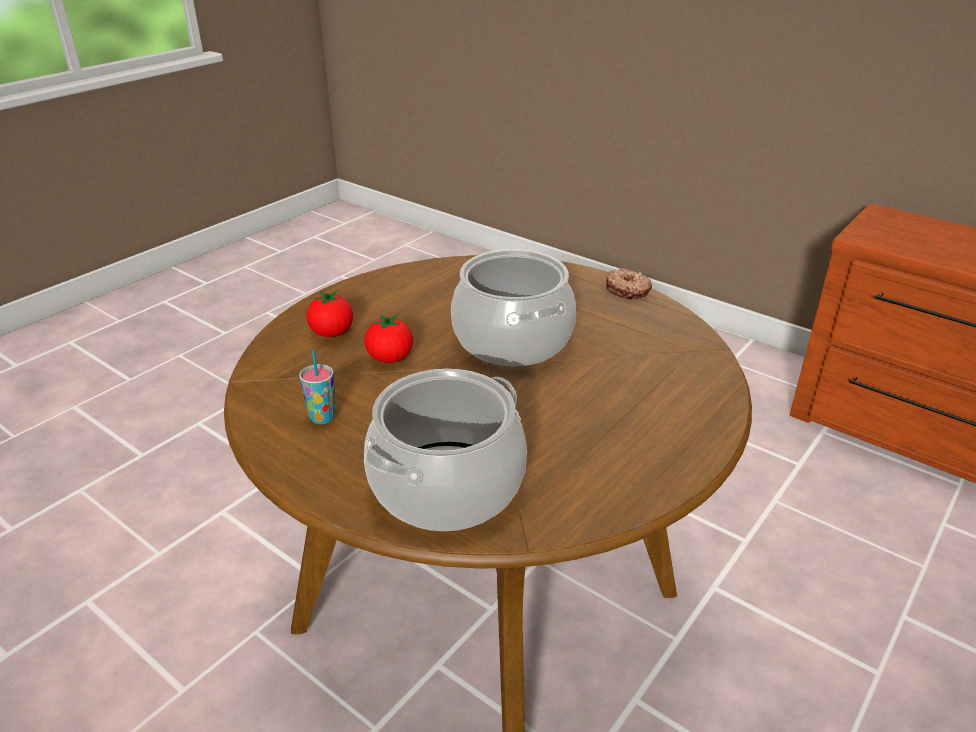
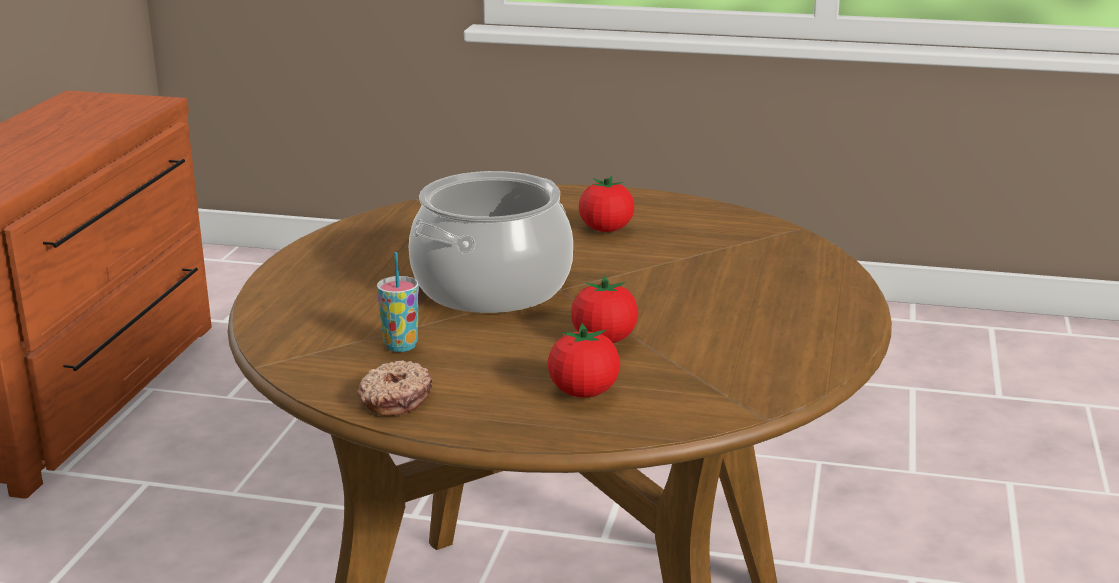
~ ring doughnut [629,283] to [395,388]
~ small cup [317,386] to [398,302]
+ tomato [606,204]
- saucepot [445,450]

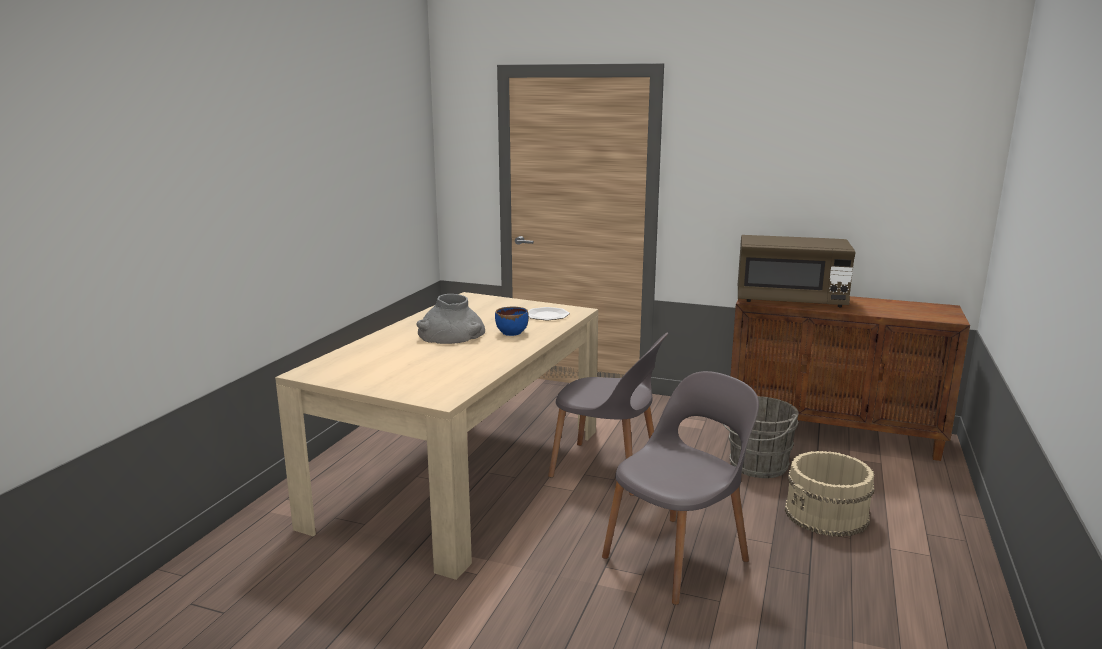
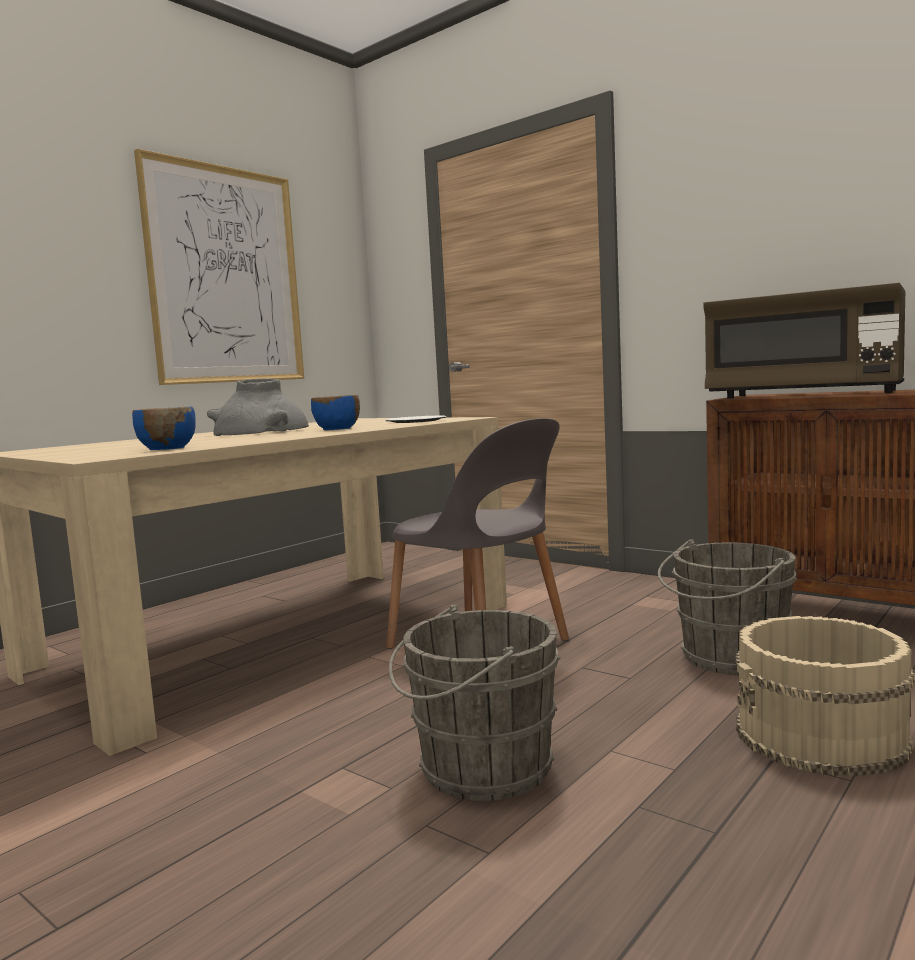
+ bluish deep dish [164,428]
+ picture [219,267]
~ gray chair [680,488] to gray pail [474,703]

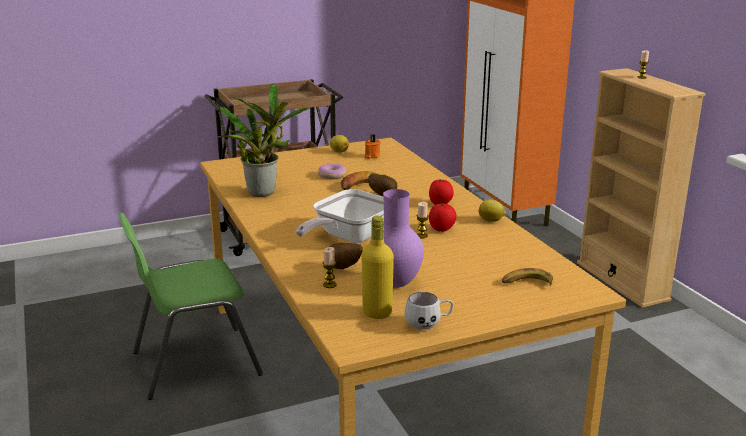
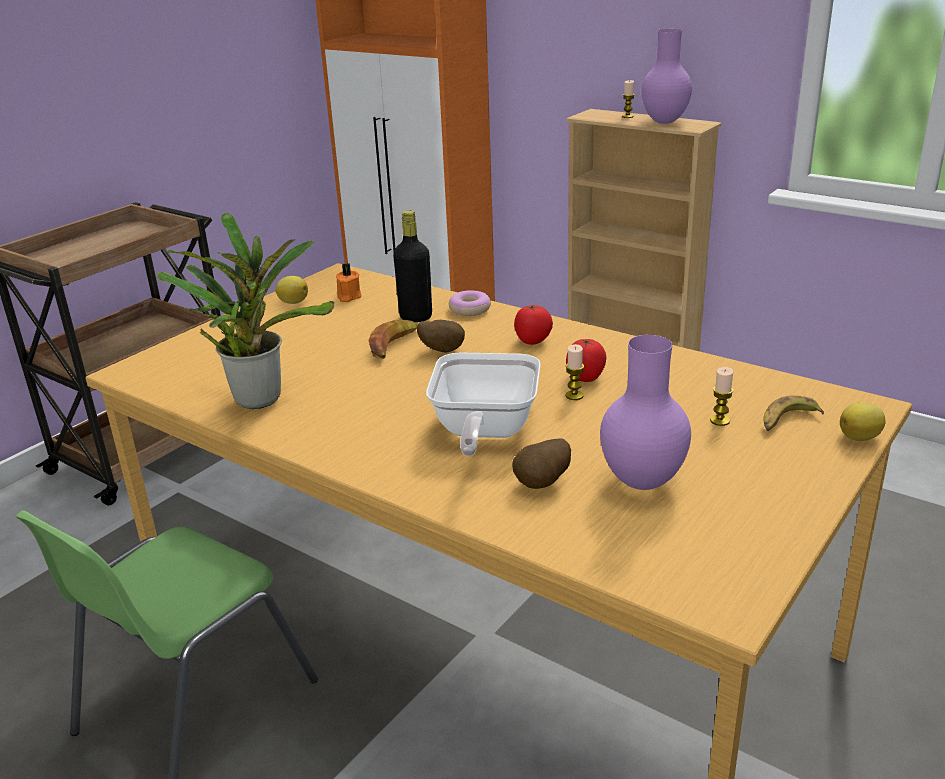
+ black-coloured bottle [412,266]
~ ring doughnut [332,171] to [470,303]
+ purple flower vase [666,76]
~ wax light [329,267] to [722,396]
~ citrus fruit [492,211] to [863,421]
- yellow-coloured bottle [377,267]
- whitish mug [428,311]

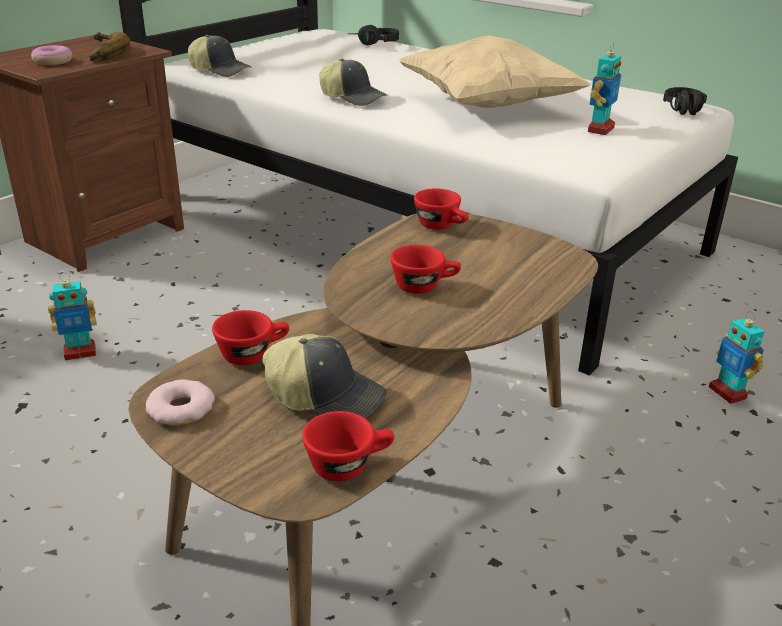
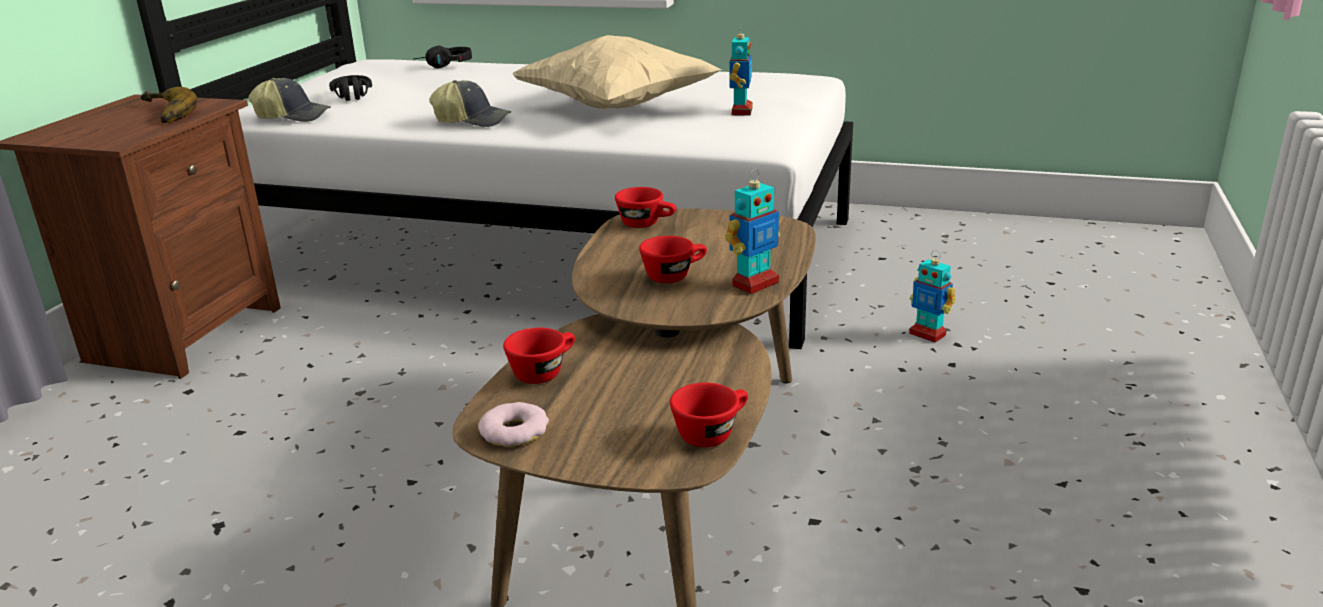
~ black-coloured pair of headphones [685,101] to [350,88]
~ toy robot [72,316] to [752,231]
- ring doughnut [51,55]
- peaked cap [325,376]

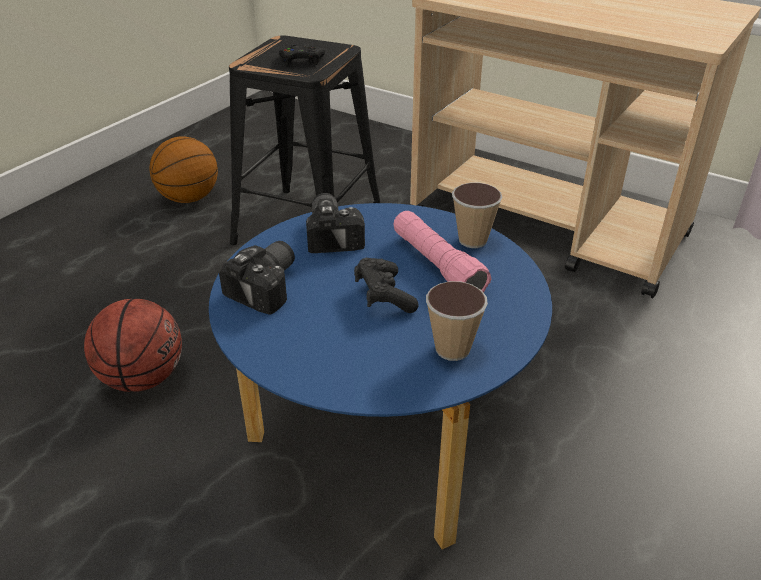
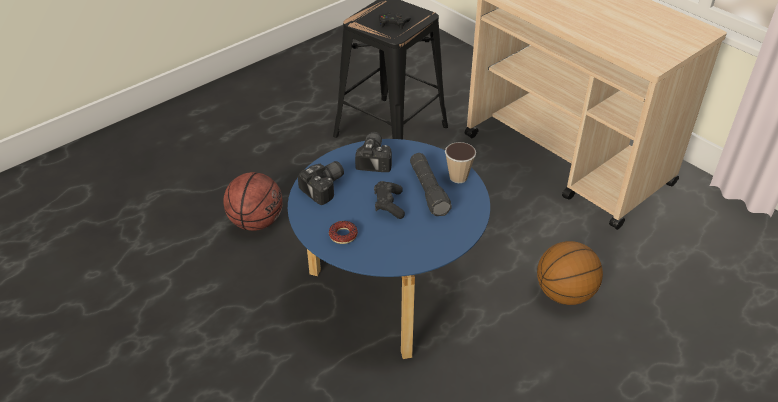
+ ring doughnut [343,232]
~ pink-coloured flashlight [442,252] to black-coloured flashlight [431,184]
~ basketball [183,170] to [570,273]
- small cup [457,321]

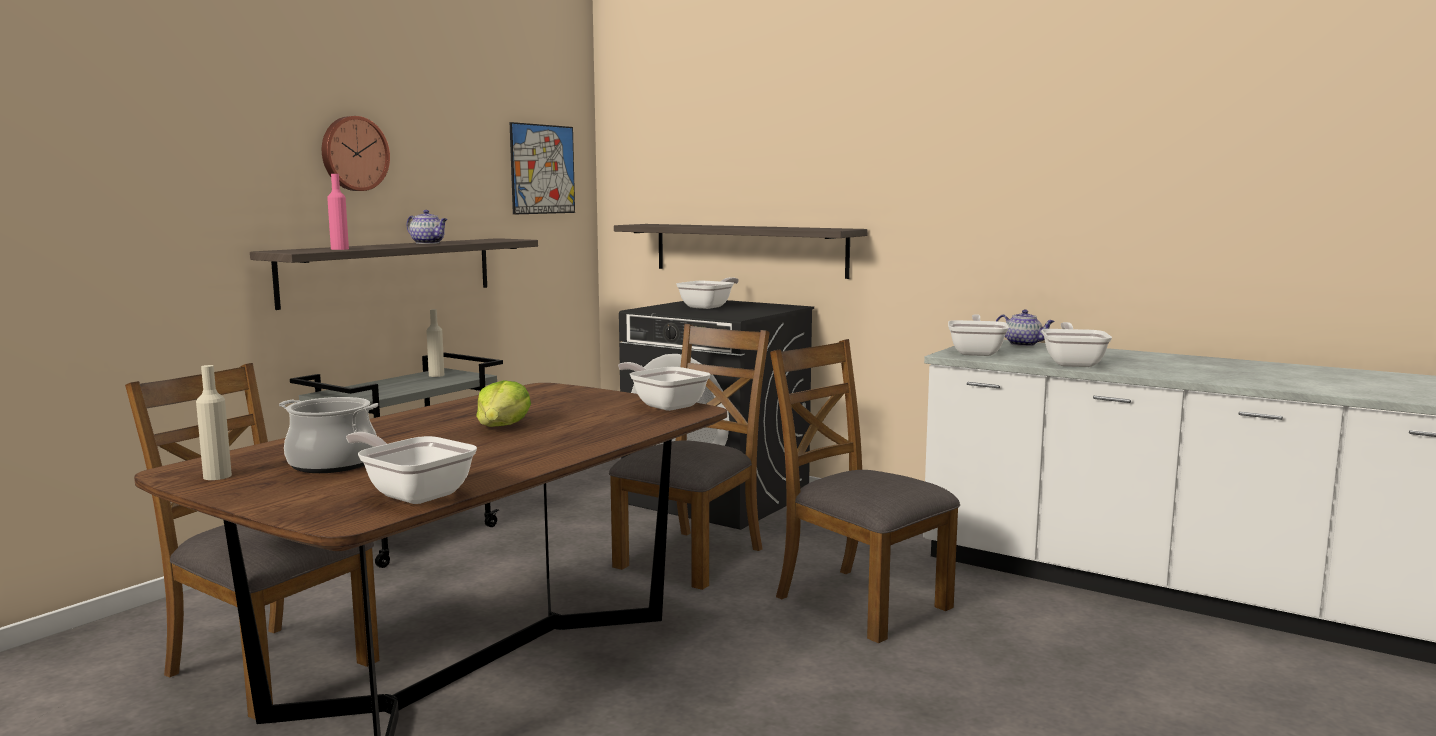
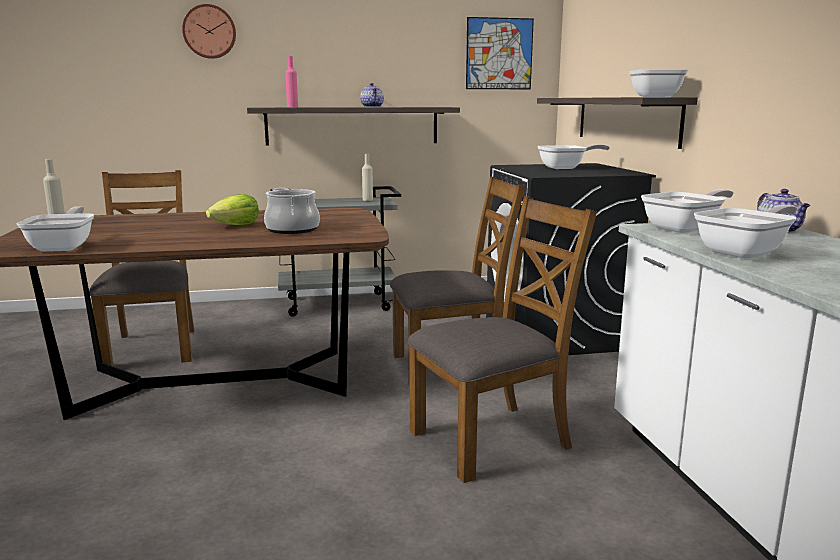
~ clock on the wall [356,153] to [209,31]
~ saucepot [328,435] to [292,211]
~ brown chair [865,491] = [502,339] 60 degrees clockwise
~ pan [664,386] to [658,83]

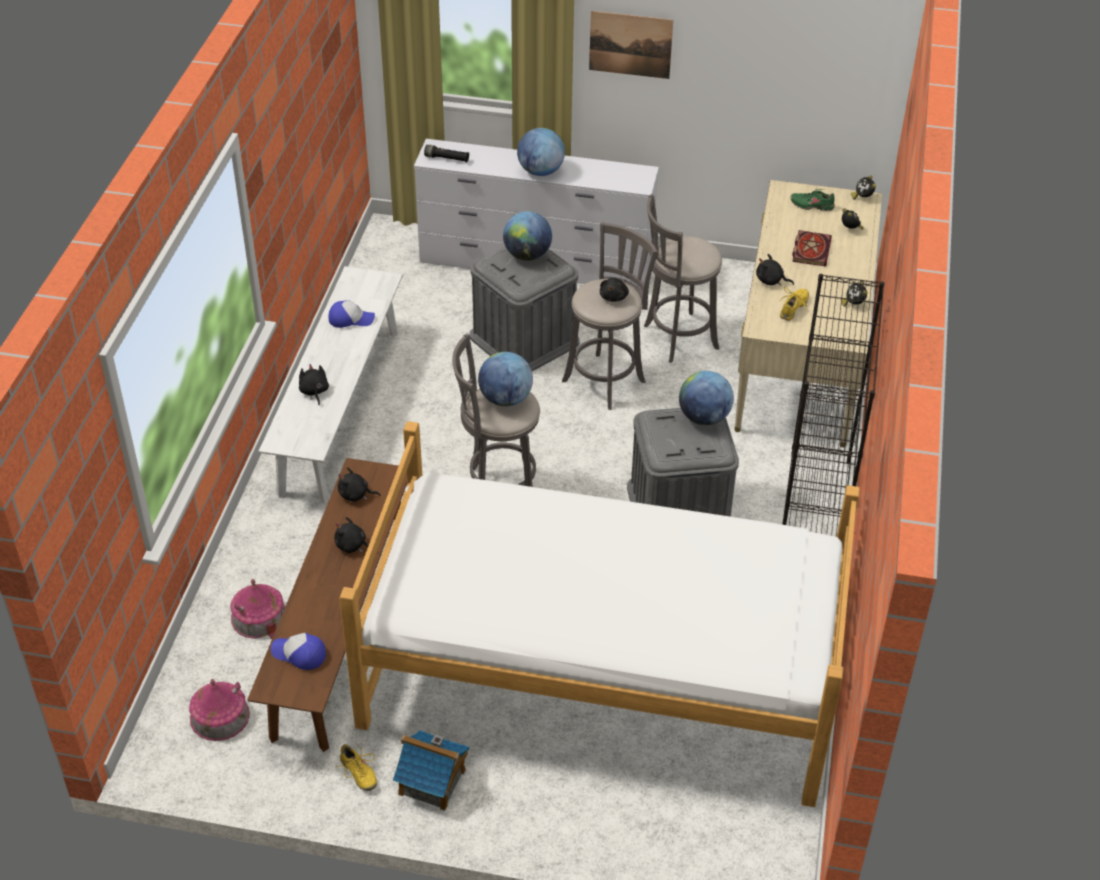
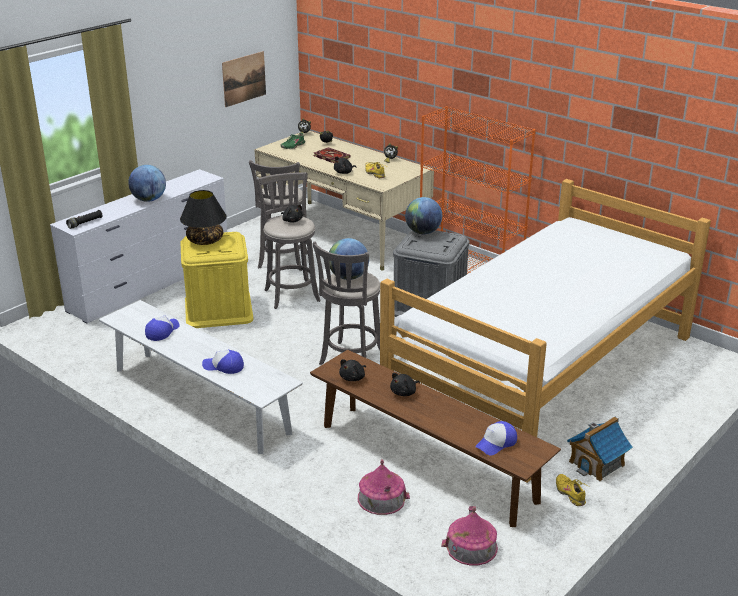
~ desk globe [527,236] to black-coloured tabletop lamp [203,217]
~ gray storage bin [524,309] to yellow-coloured storage bin [216,280]
~ black-coloured soft toy [314,384] to peaked cap [223,362]
~ picture [631,45] to [244,79]
~ black-coloured bookshelf [833,405] to orangey bookshelf [478,190]
~ yellow-coloured low shoe [357,767] = [571,490] 105 degrees counterclockwise

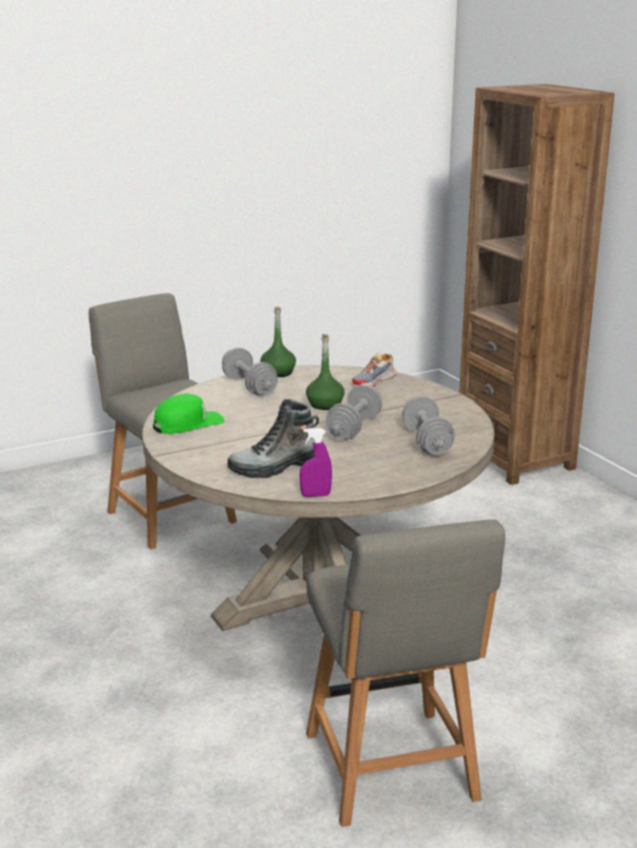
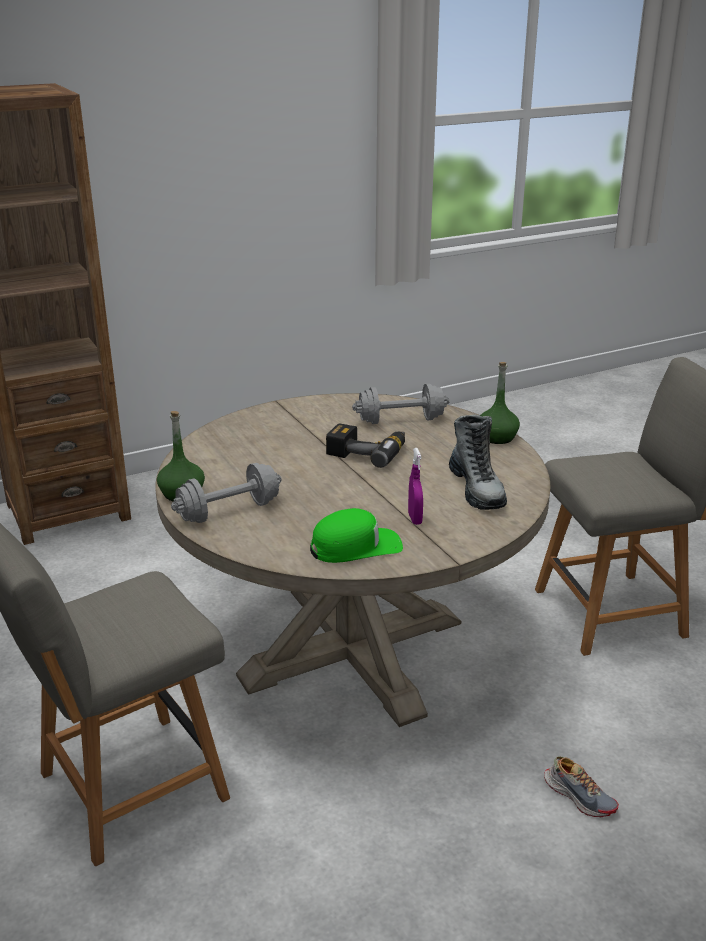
~ green-coloured peaked cap [189,414] = [356,535] 105 degrees clockwise
~ gray free weight [354,412] to power drill [365,445]
~ purple sprayer [316,462] to [415,486]
~ green-coloured bottle [325,372] to [500,403]
~ low shoe [374,370] to [581,786]

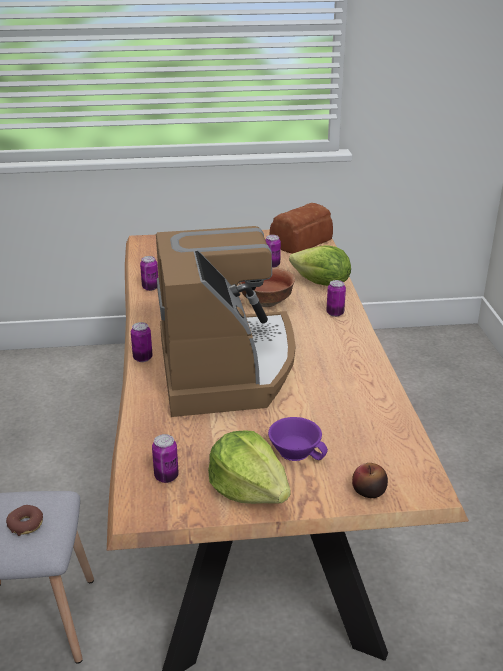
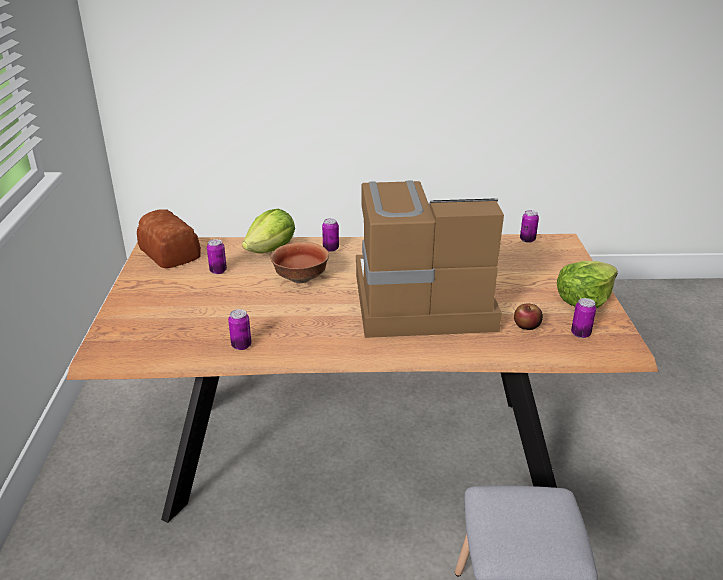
~ apple [370,480] to [528,316]
~ sealed can [142,342] to [529,226]
- ring doughnut [24,520]
- purple small cup [298,439]

